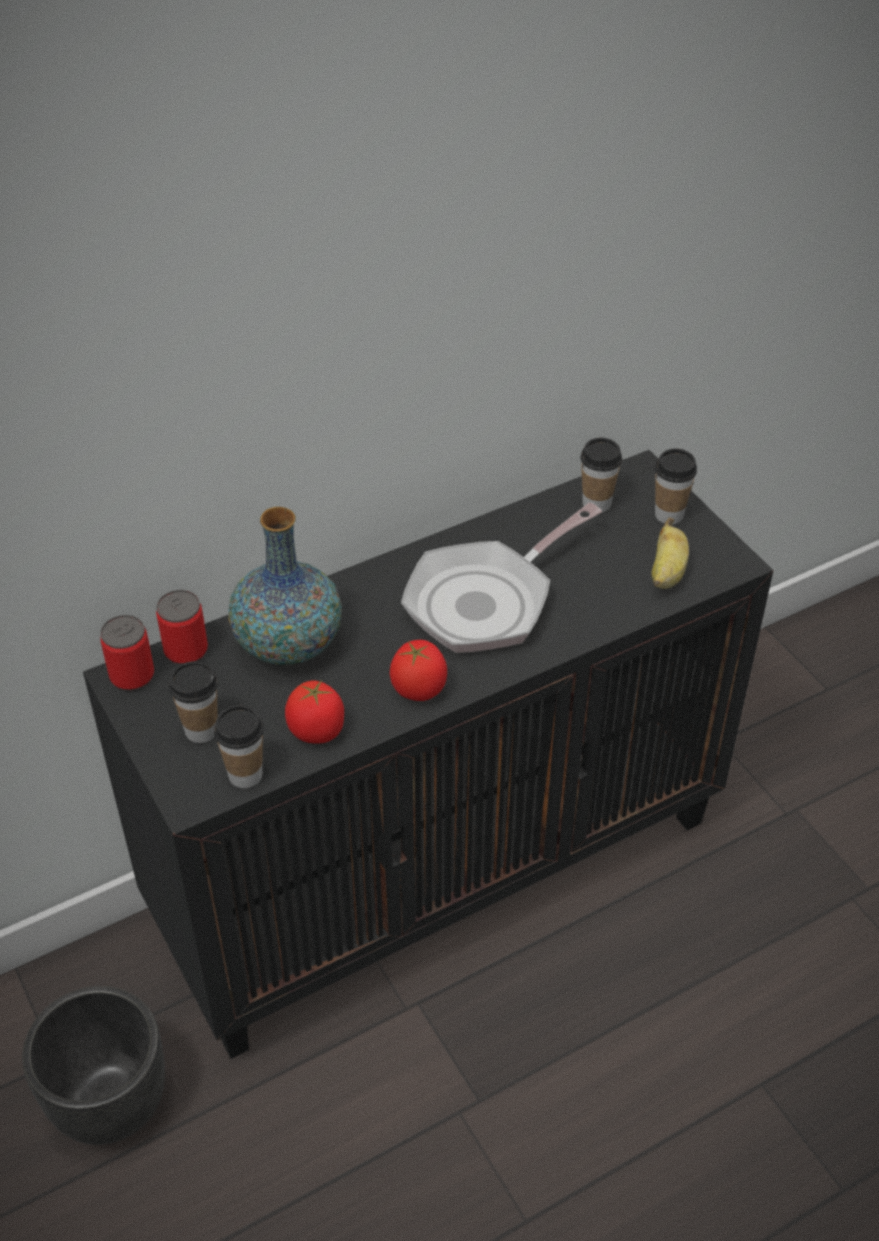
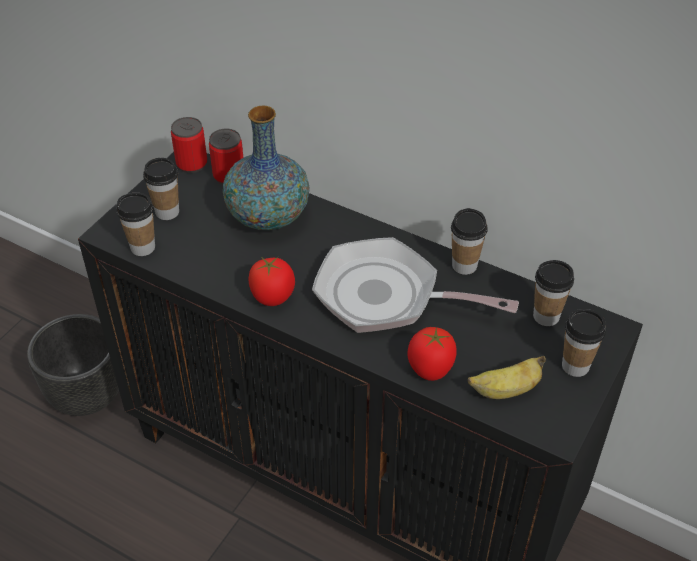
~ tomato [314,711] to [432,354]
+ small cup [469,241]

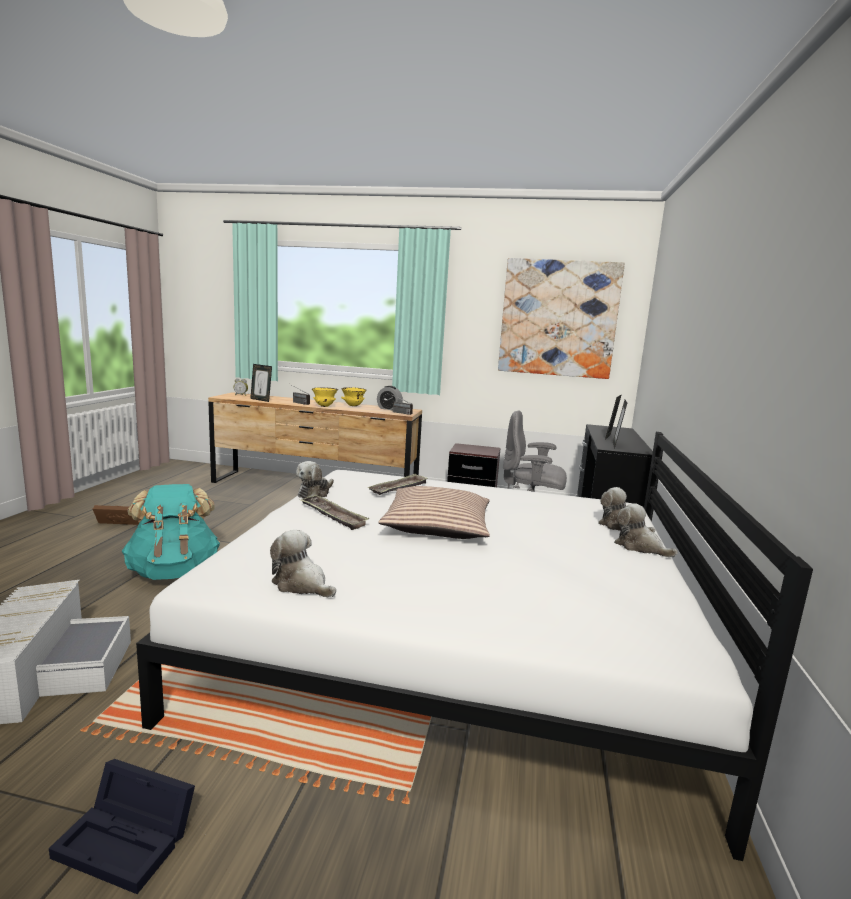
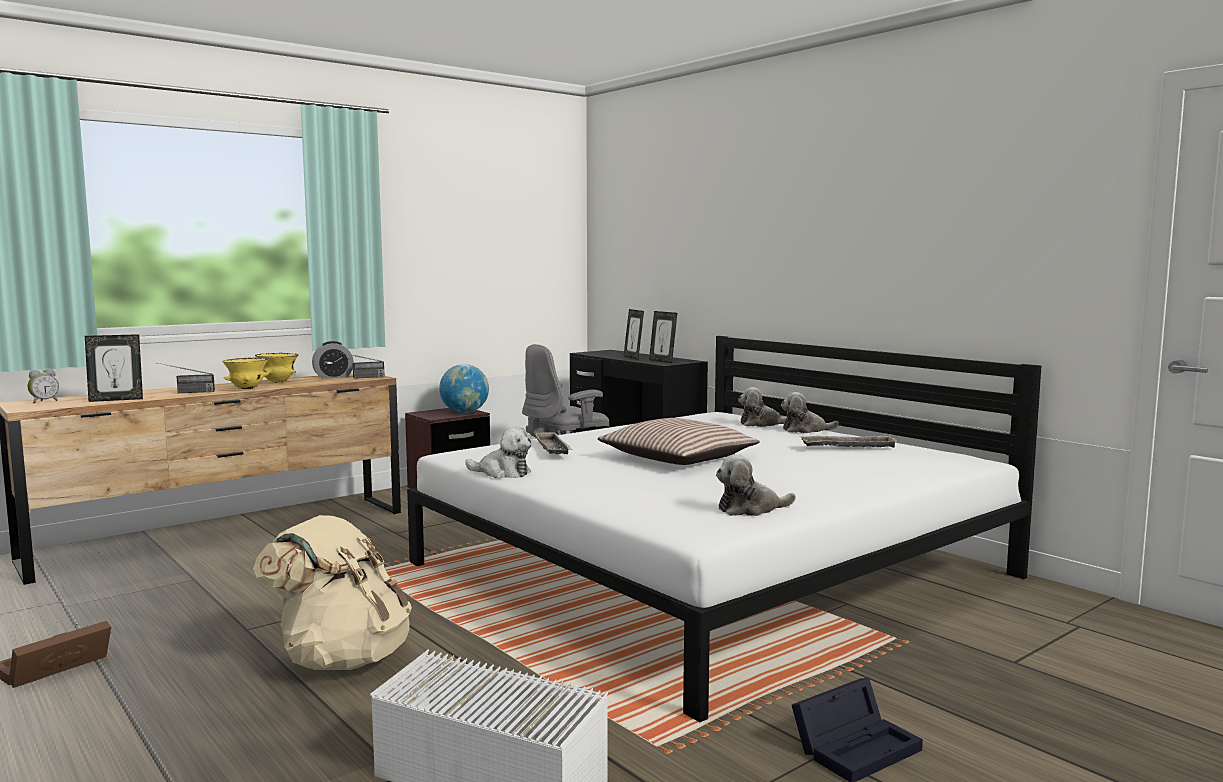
~ blue-green rucksack [171,532] to beige-coloured rucksack [332,592]
+ desk globe [464,388]
~ soft toy [315,479] = [498,452] 45 degrees counterclockwise
~ serving tray [334,512] to [849,441]
- picture [561,318]

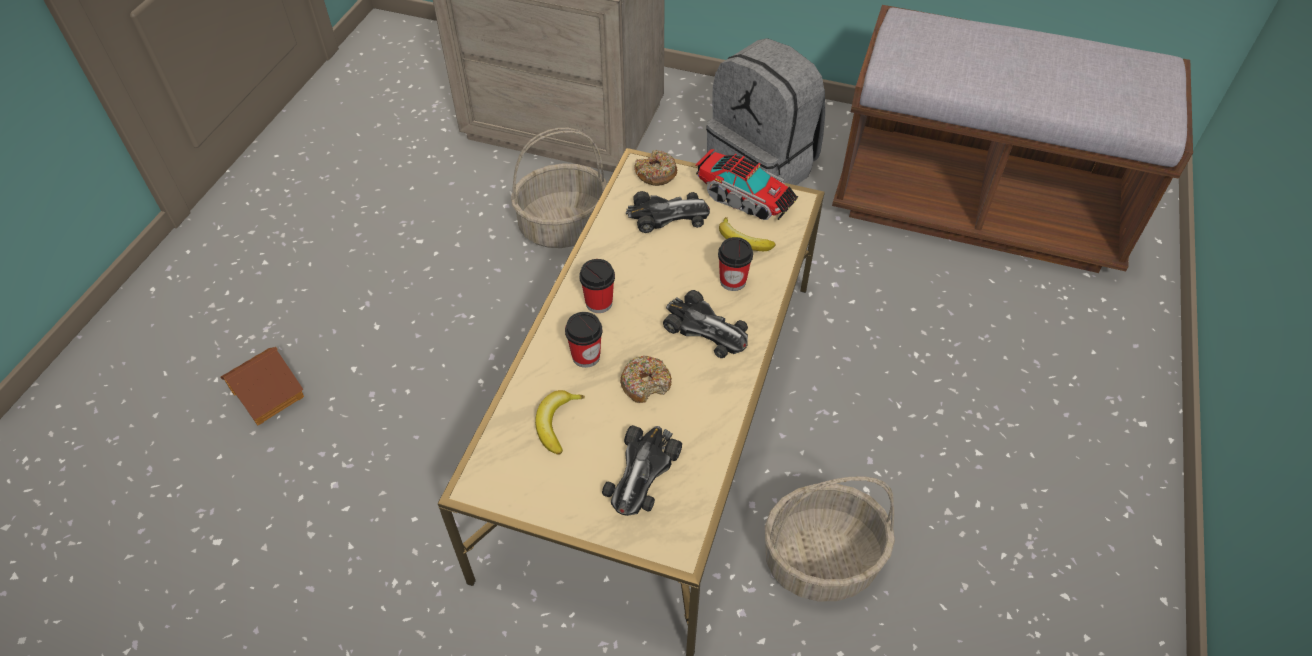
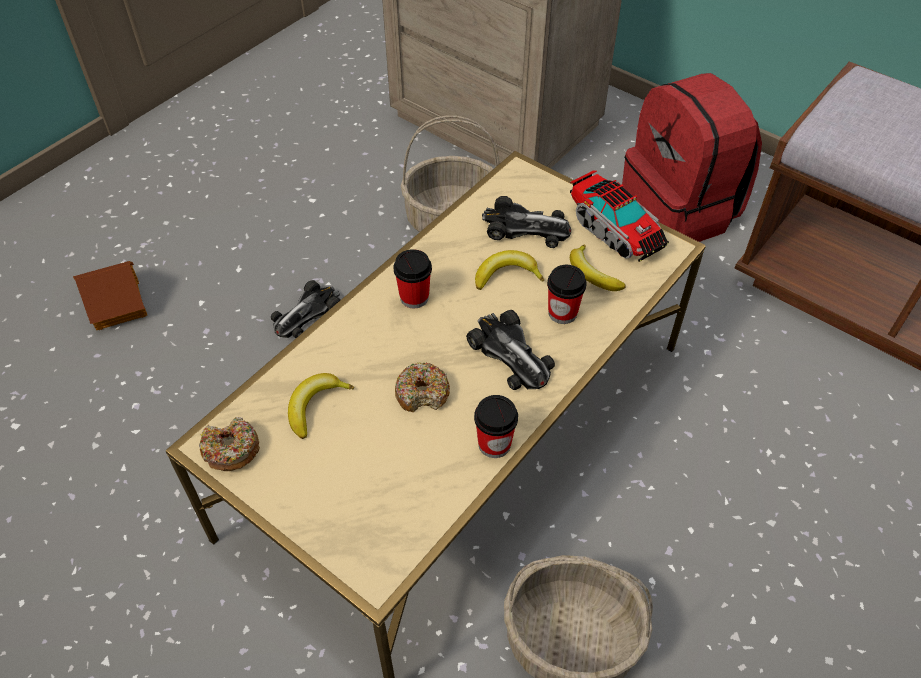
~ ring doughnut [656,168] to [229,444]
~ model car [642,470] to [306,309]
~ small cup [584,340] to [496,426]
+ banana fruit [509,270]
~ gray rucksack [765,111] to reddish rucksack [692,157]

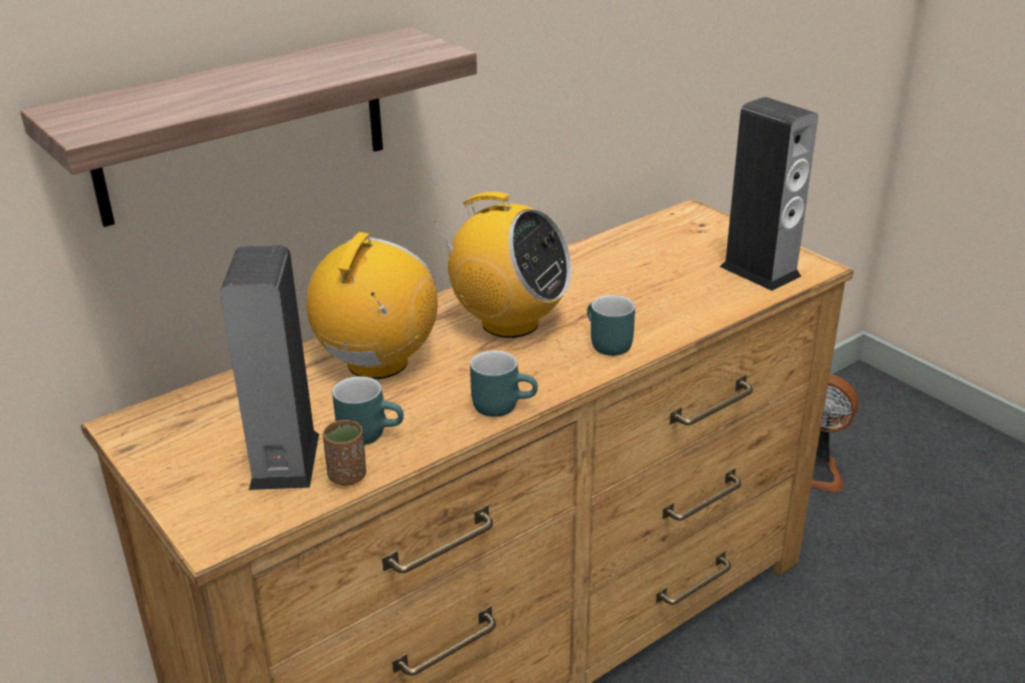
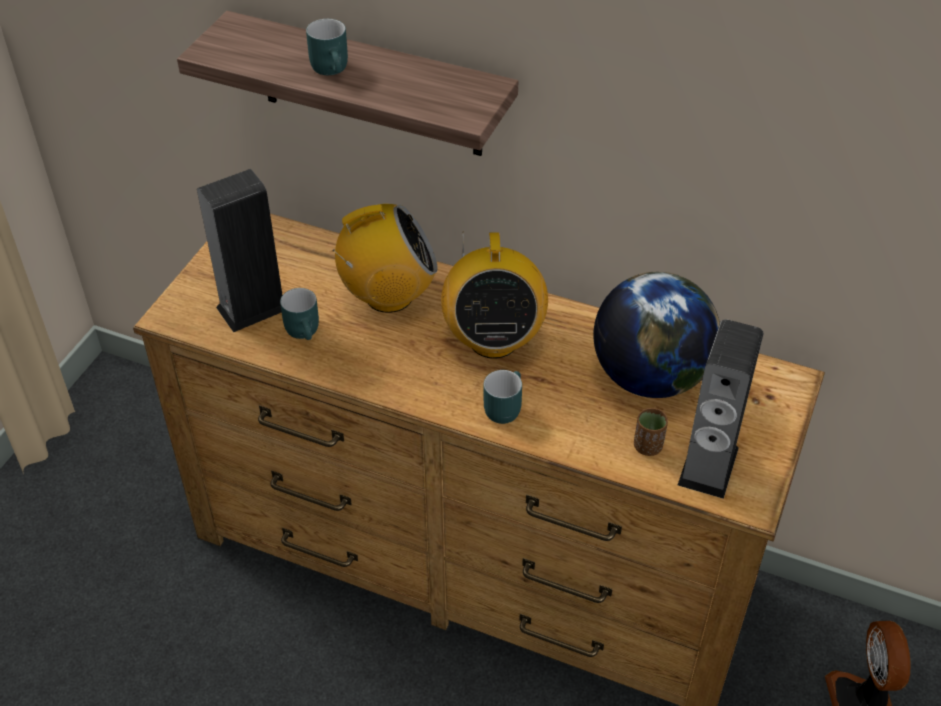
~ blue-green mug [504,383] to [327,47]
+ desk globe [657,335]
~ brown small cup [344,453] to [651,432]

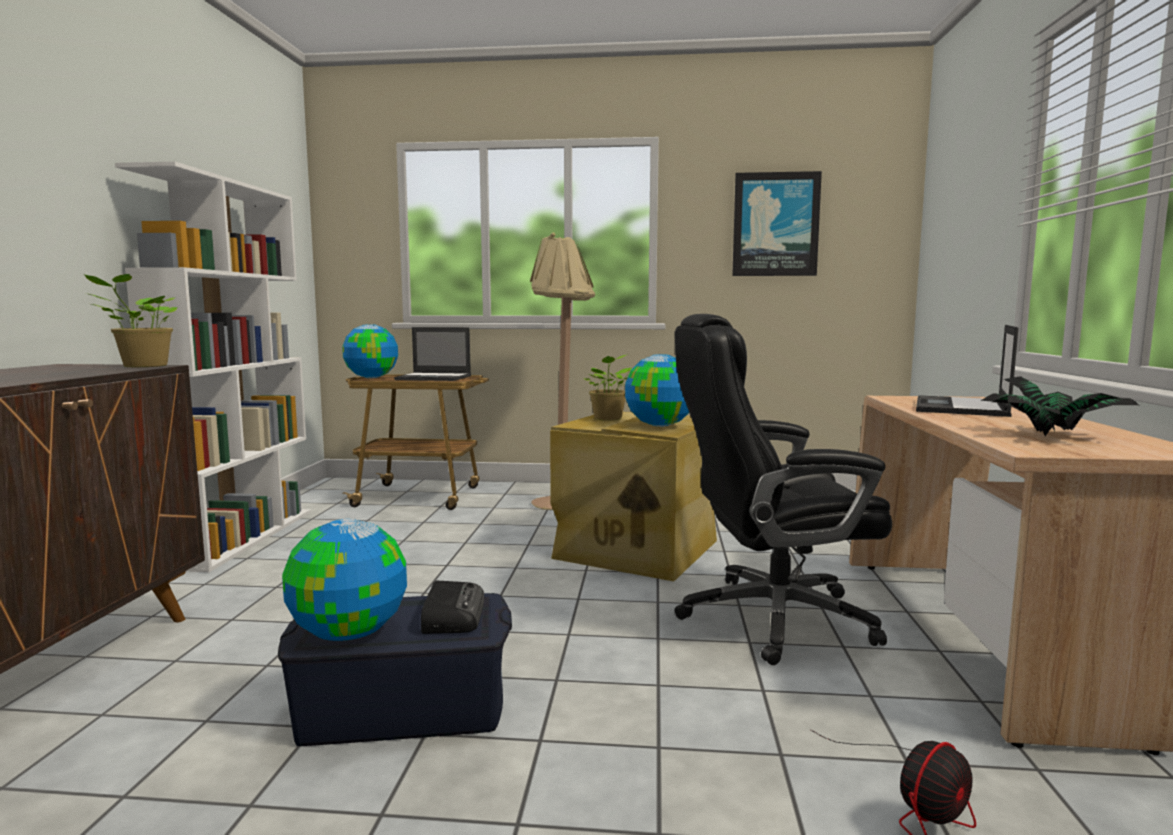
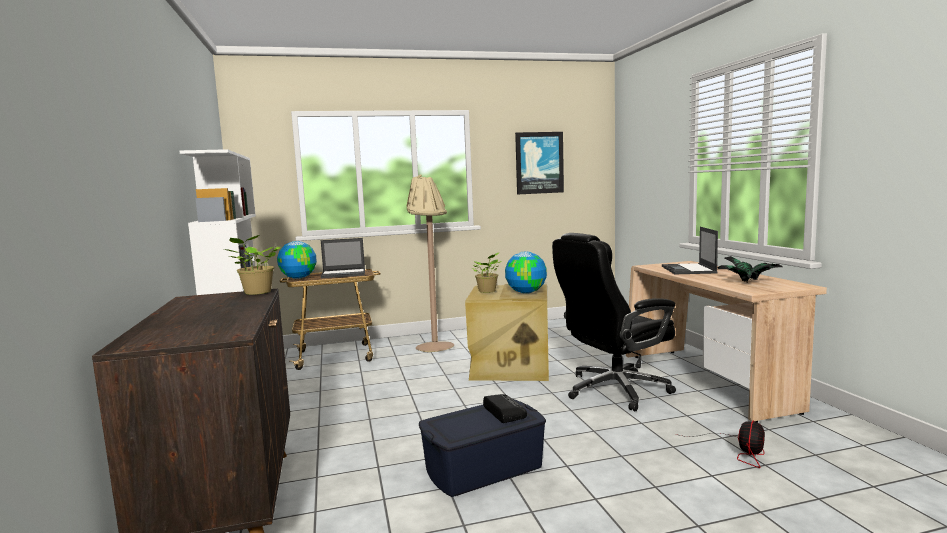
- desk globe [344,580]

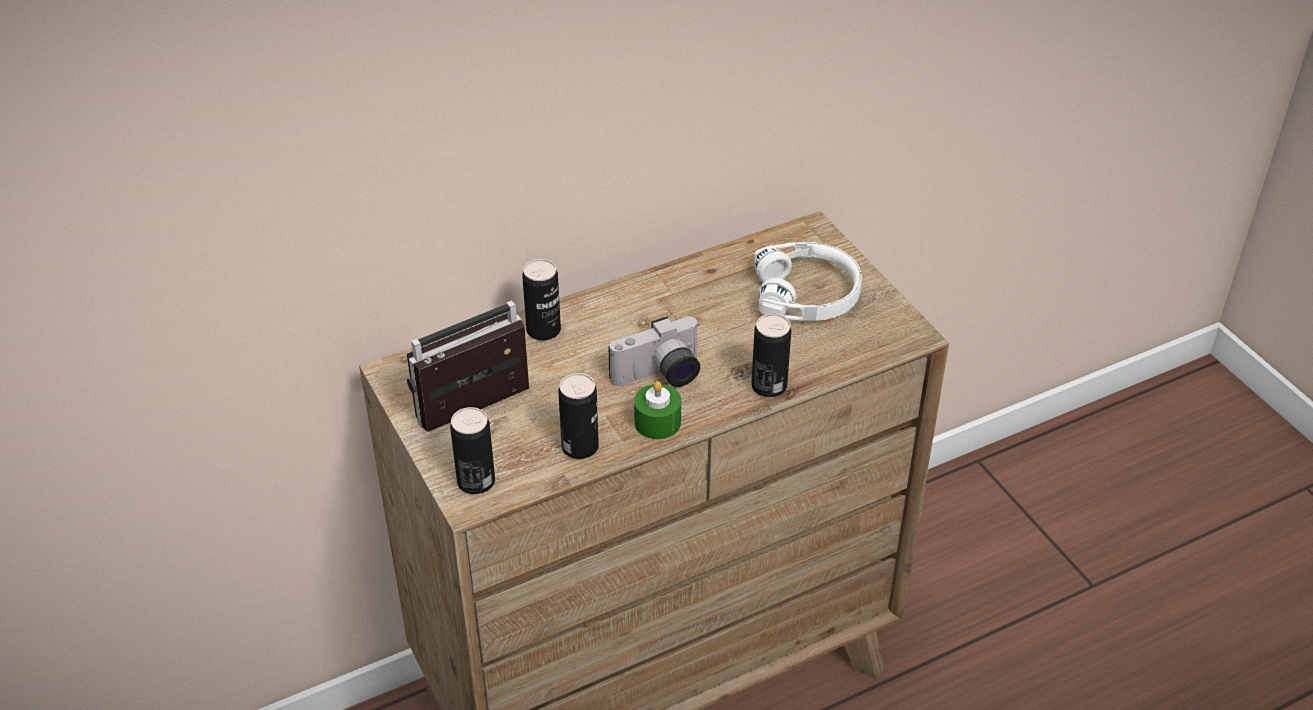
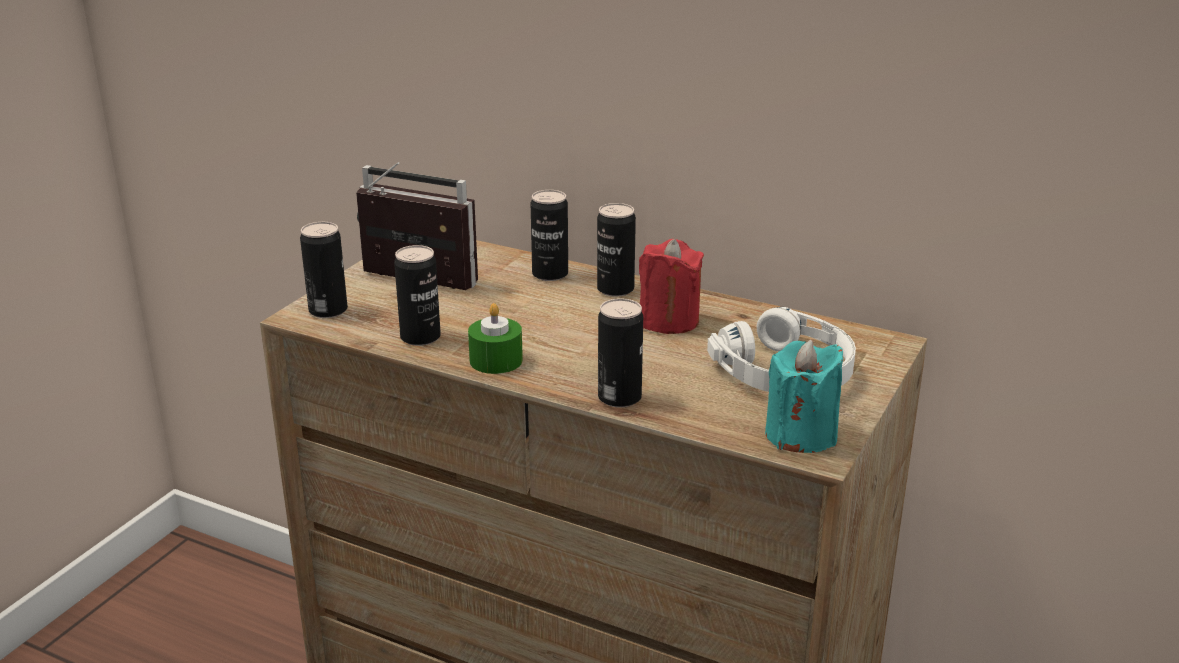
+ sealed can [616,250]
+ reddish wax light [671,286]
+ blue-green wax light [804,396]
- still camera [654,351]

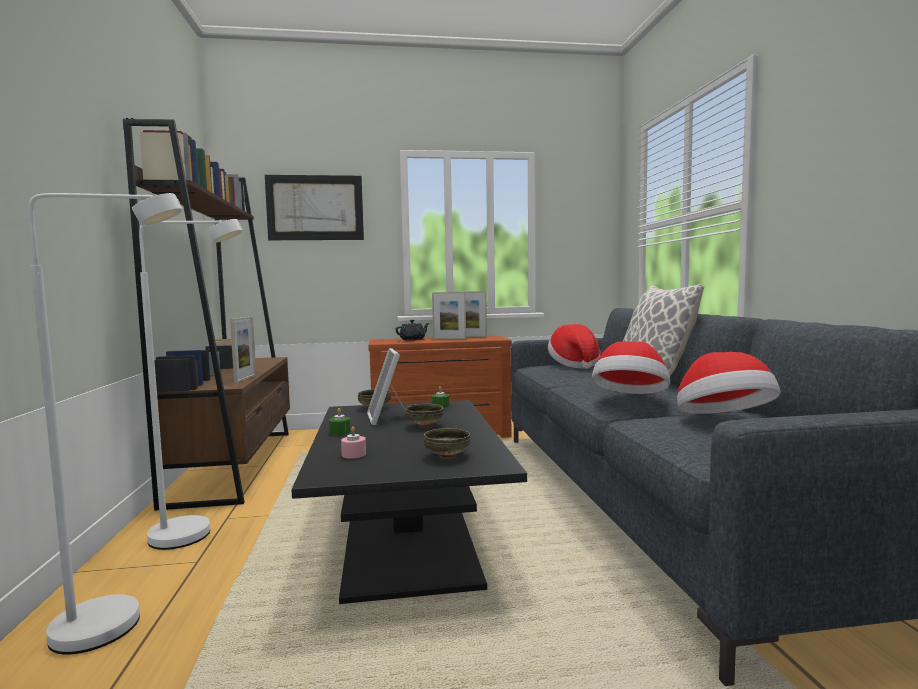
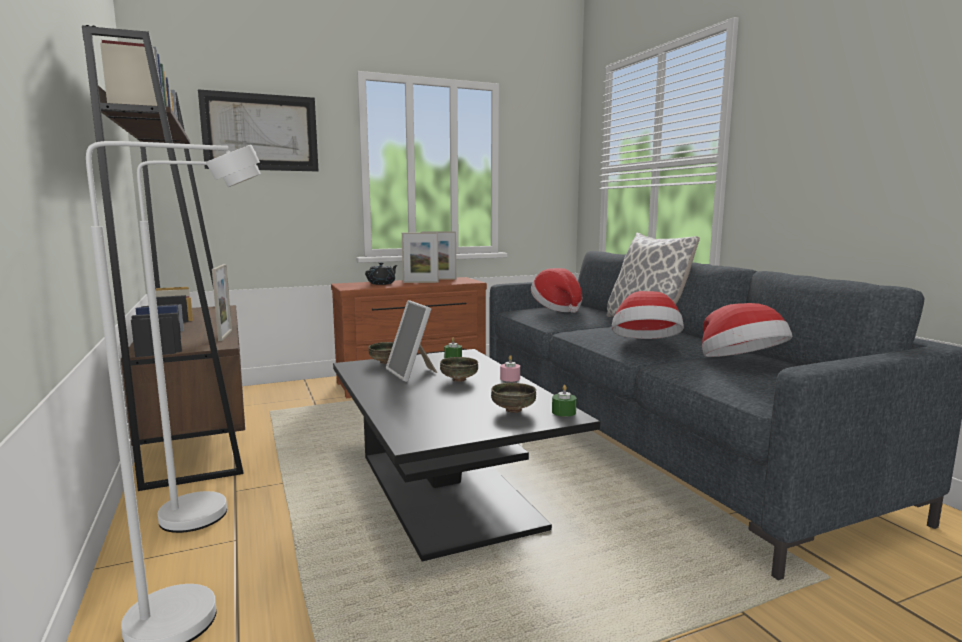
~ pink-coloured wax light [353,442] to [510,368]
~ green-coloured wax light [340,421] to [564,401]

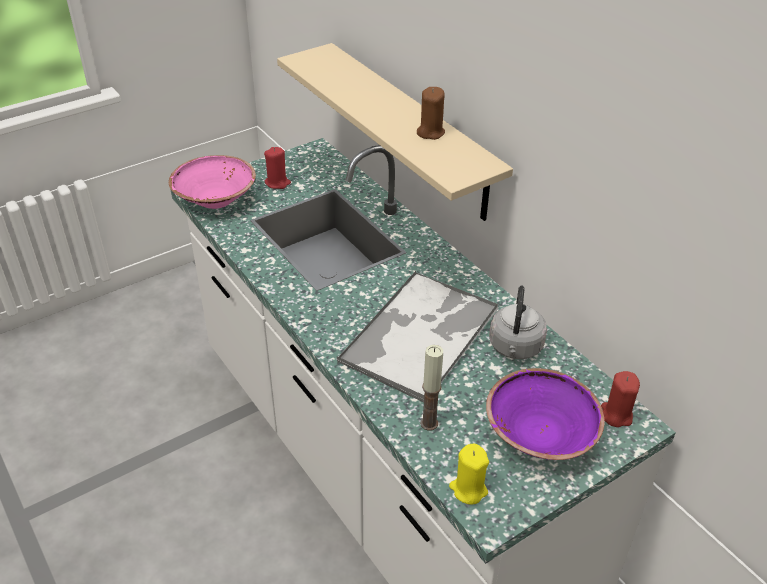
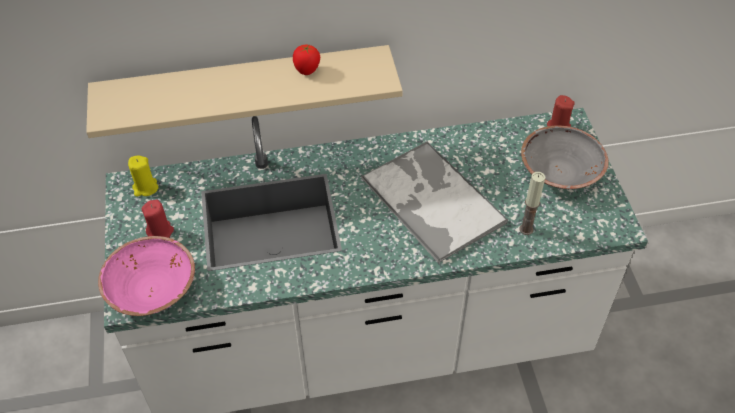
~ yellow-coloured wax light [469,474] to [143,176]
~ brown wax light [431,113] to tomato [306,60]
~ purple deep dish [545,414] to gray deep dish [565,157]
- gray tea kettle [518,322]

